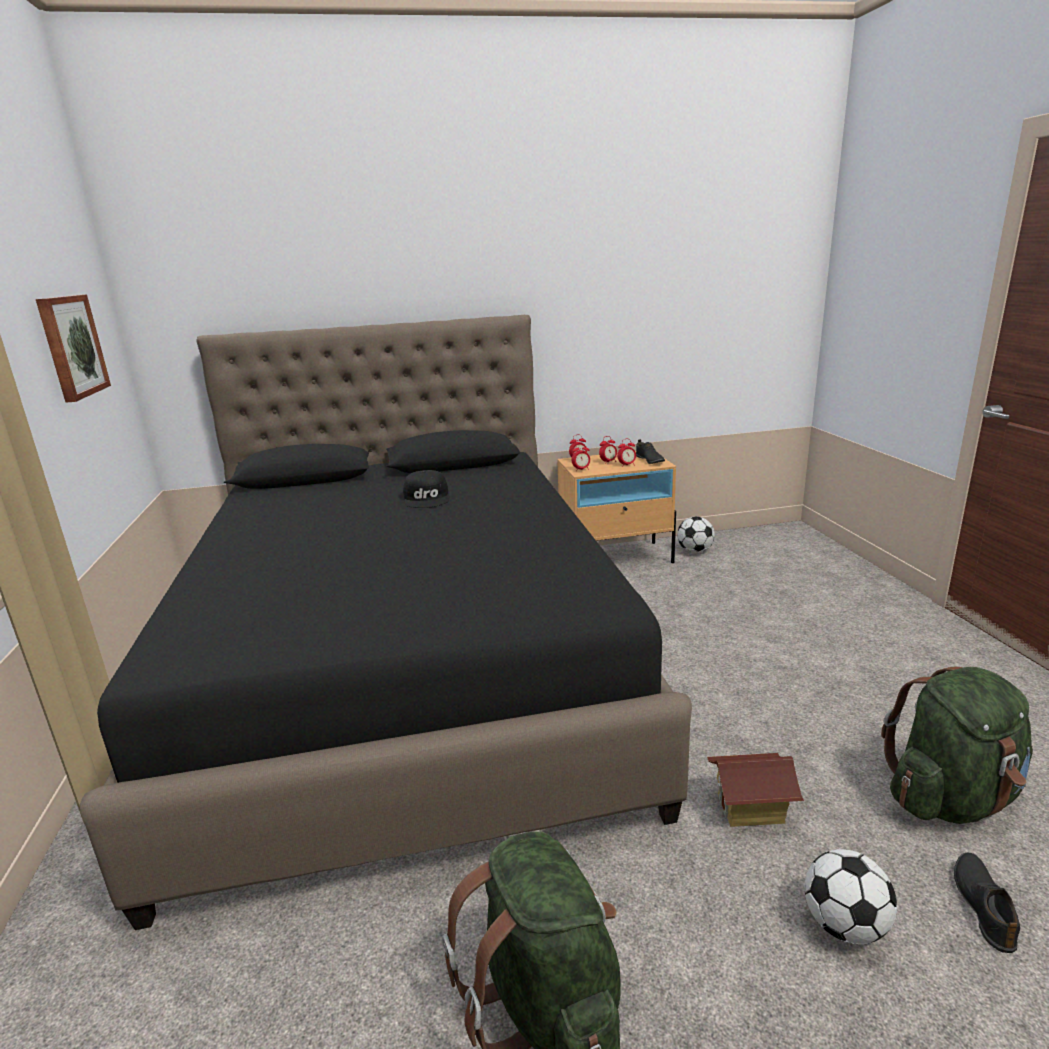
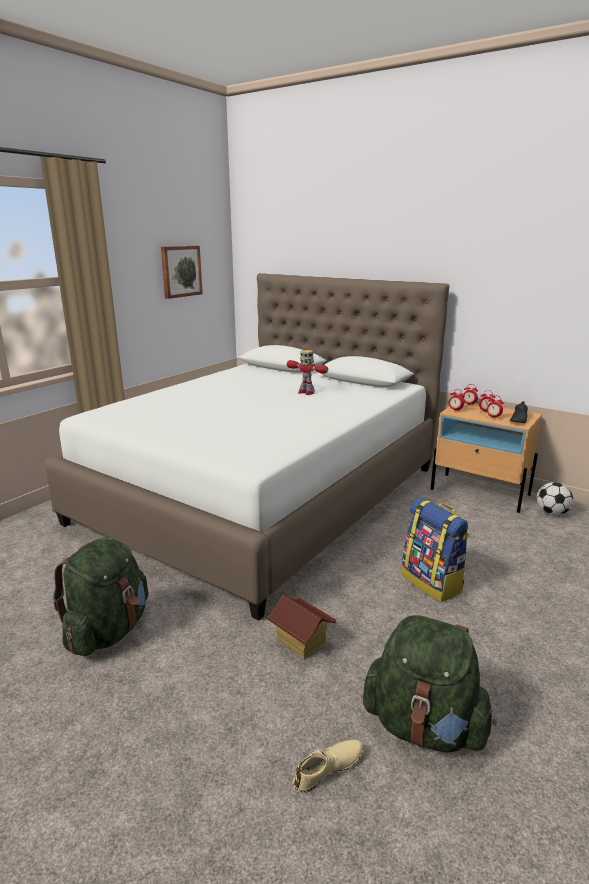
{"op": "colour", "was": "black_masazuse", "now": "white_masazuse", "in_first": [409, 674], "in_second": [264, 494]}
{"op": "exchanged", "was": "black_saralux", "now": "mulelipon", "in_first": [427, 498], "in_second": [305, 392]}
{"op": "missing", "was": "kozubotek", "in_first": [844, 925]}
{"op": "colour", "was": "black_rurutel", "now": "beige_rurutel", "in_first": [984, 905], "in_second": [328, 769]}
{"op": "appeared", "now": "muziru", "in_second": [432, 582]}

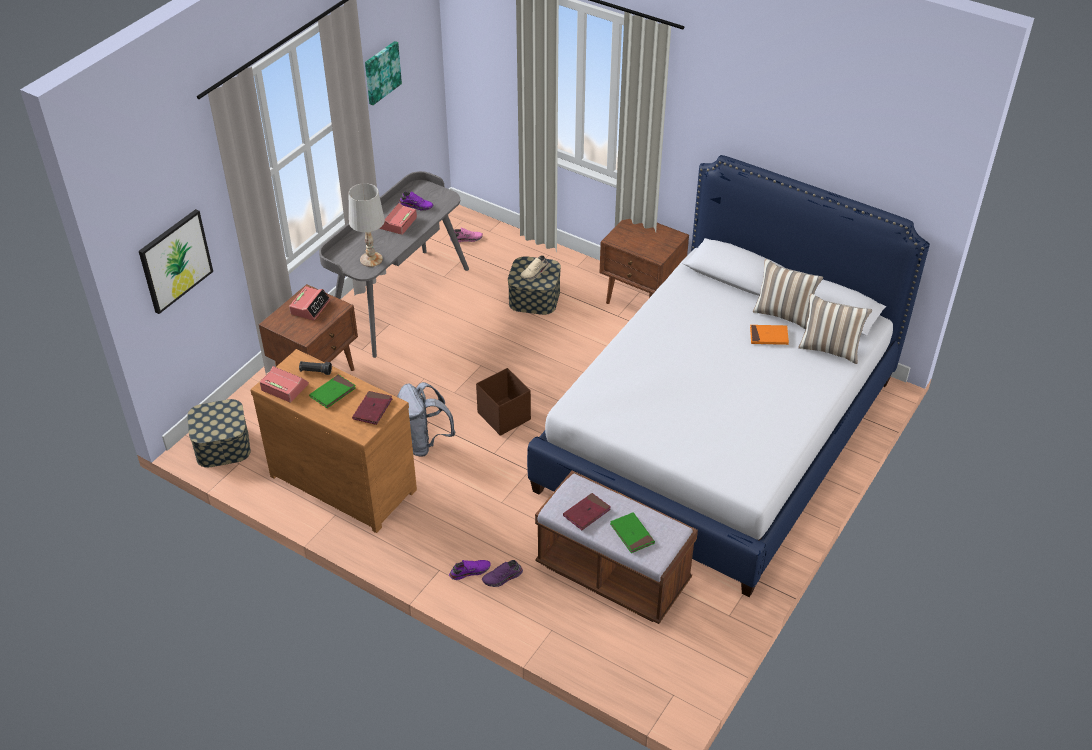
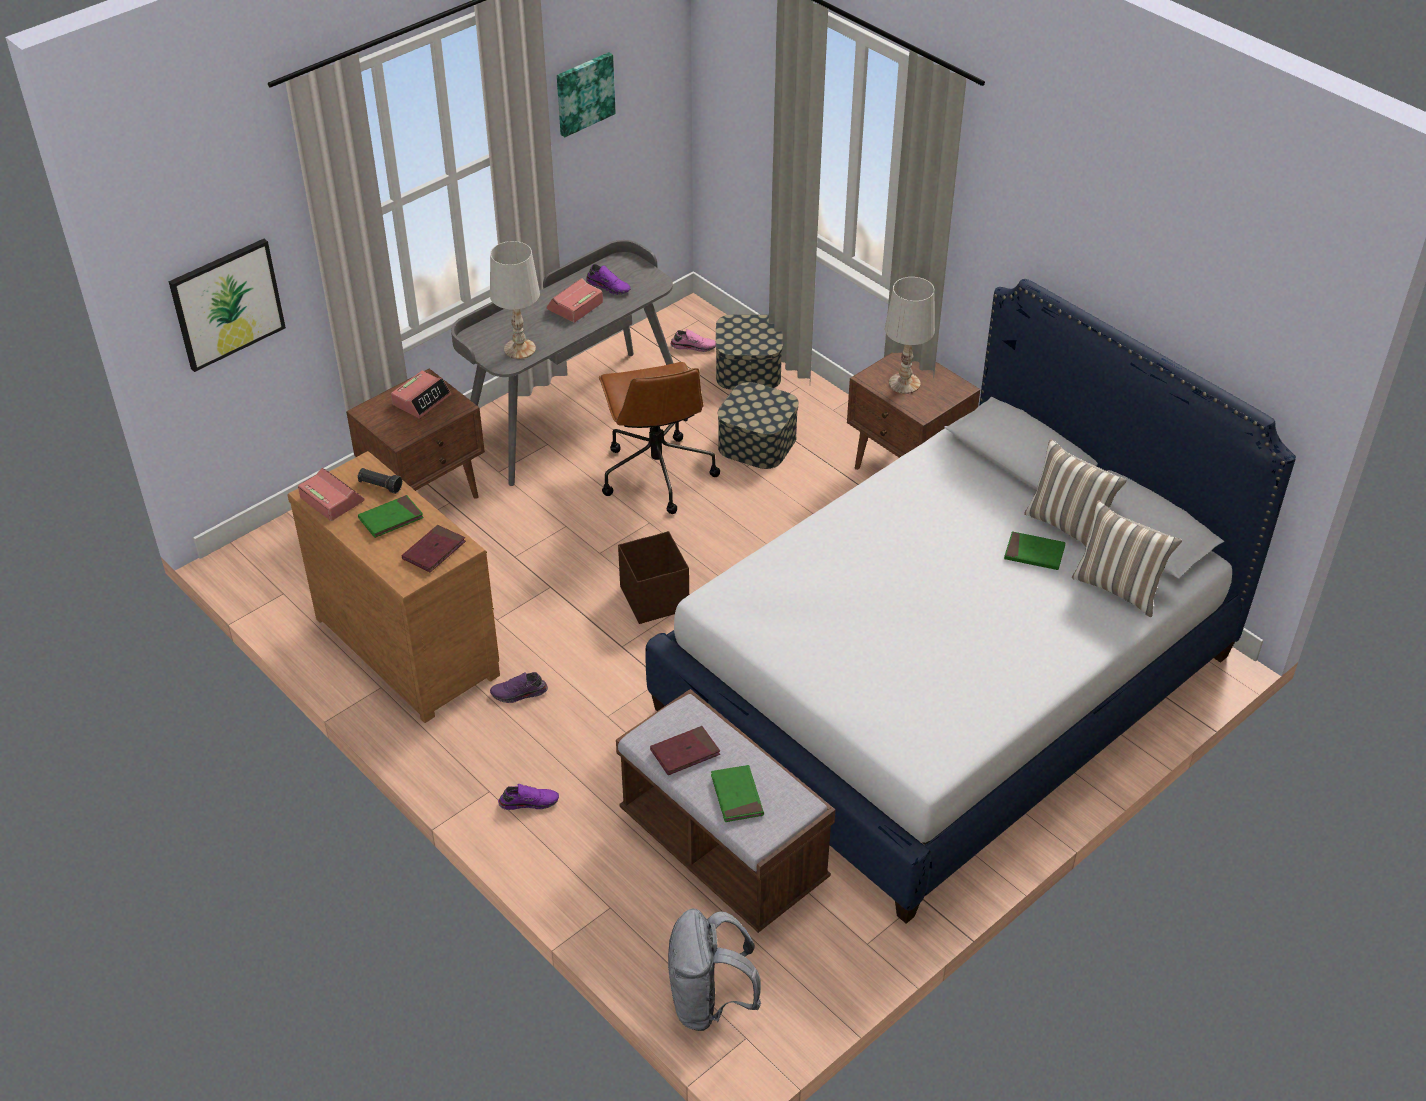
{"op": "missing", "was": "beige_rurutel", "in_first": [535, 273]}
{"op": "colour", "was": "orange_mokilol", "now": "green_mokilol", "in_first": [768, 336], "in_second": [1034, 553]}
{"op": "relocated", "was": "grey_muziru", "in_first": [424, 442], "in_second": [709, 1002]}
{"op": "relocated", "was": "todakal", "in_first": [222, 445], "in_second": [748, 369]}
{"op": "relocated", "was": "purple_rurutel", "in_first": [502, 578], "in_second": [519, 694]}
{"op": "appeared", "now": "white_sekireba", "in_second": [904, 383]}
{"op": "appeared", "now": "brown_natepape", "in_second": [656, 473]}

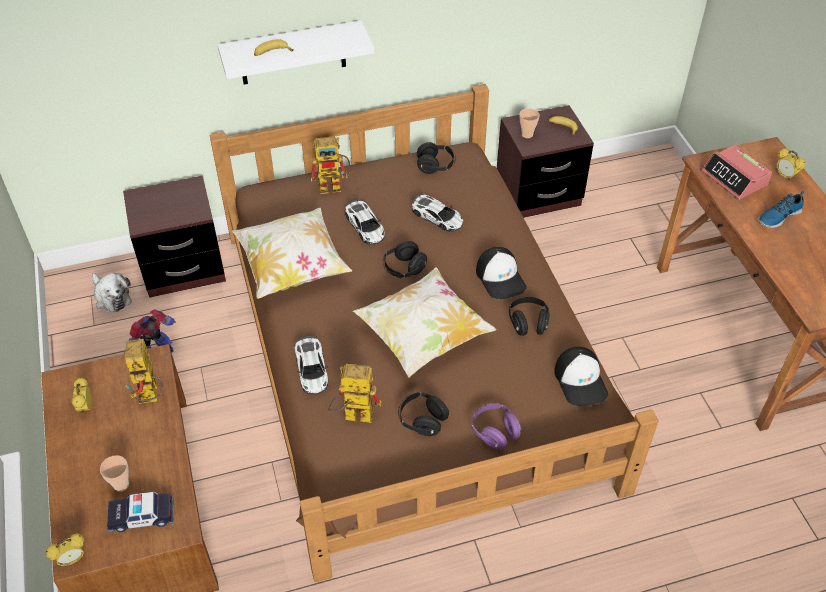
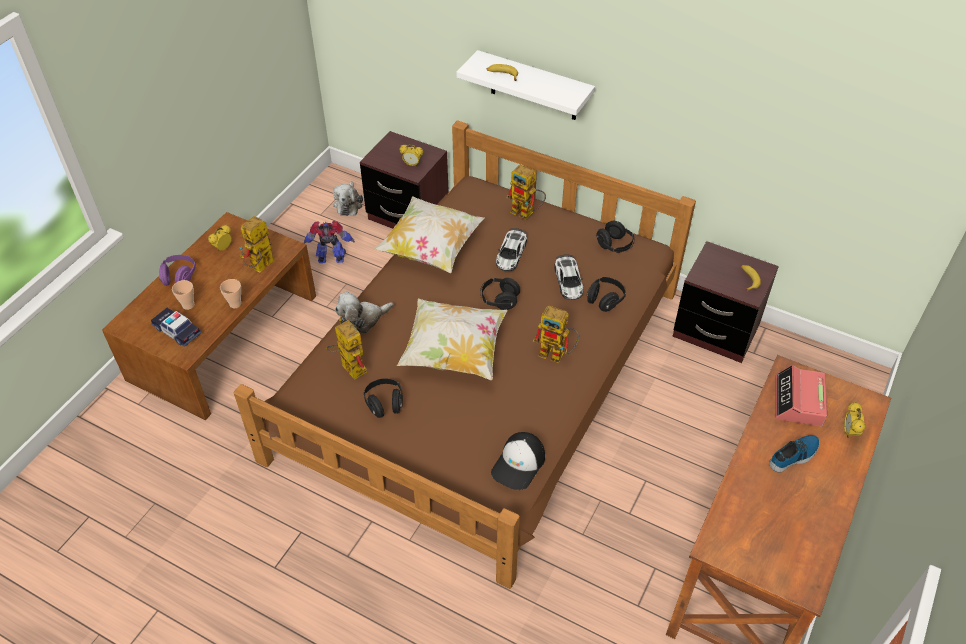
{"op": "relocated", "was": "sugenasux", "in_first": [527, 134], "in_second": [235, 304]}
{"op": "spun", "was": "rurutel", "in_first": [778, 216], "in_second": [794, 456], "clockwise": 135}
{"op": "exchanged", "was": "saralux", "now": "mulelipon", "in_first": [501, 278], "in_second": [557, 354]}
{"op": "relocated", "was": "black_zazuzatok", "in_first": [528, 323], "in_second": [605, 300]}
{"op": "exchanged", "was": "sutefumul", "now": "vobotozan", "in_first": [311, 369], "in_second": [362, 320]}
{"op": "relocated", "was": "purple_zazuzatok", "in_first": [494, 432], "in_second": [179, 277]}
{"op": "relocated", "was": "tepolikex", "in_first": [72, 559], "in_second": [412, 164]}

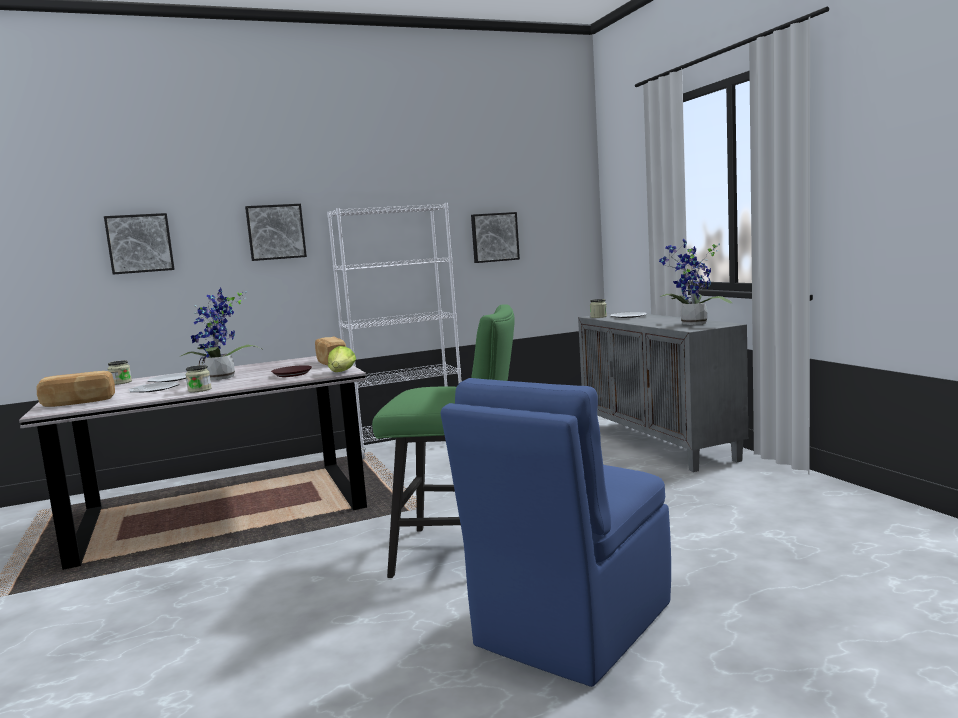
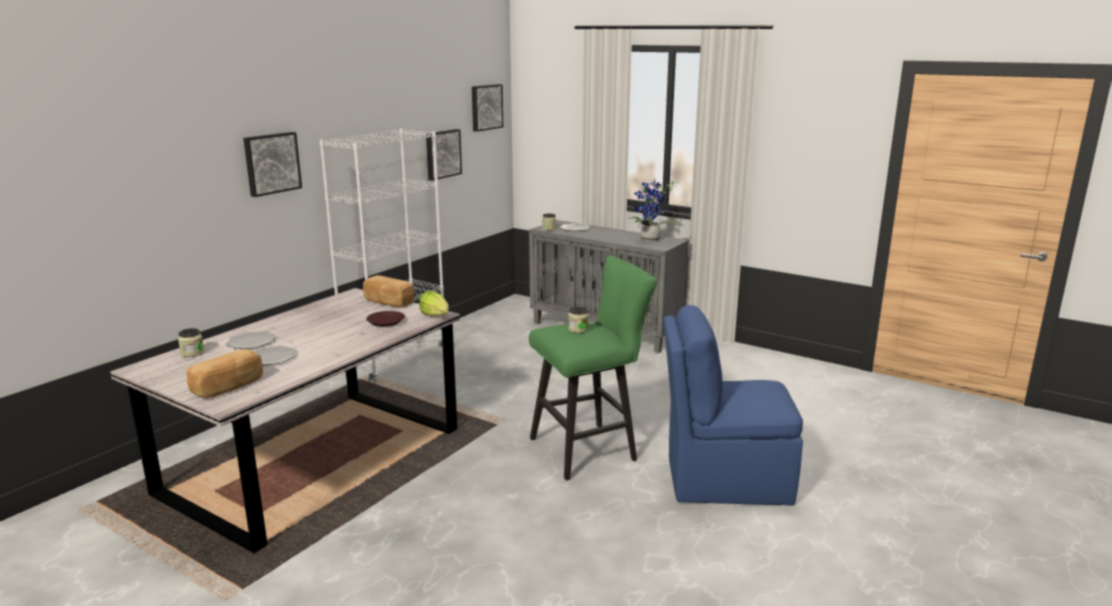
{"op": "relocated", "was": "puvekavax", "in_first": [140, 243], "in_second": [485, 107]}
{"op": "missing", "was": "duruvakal", "in_first": [222, 378]}
{"op": "relocated", "was": "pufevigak", "in_first": [199, 390], "in_second": [578, 329]}
{"op": "spun", "was": "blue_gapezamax", "in_first": [571, 626], "in_second": [724, 480], "clockwise": 90}

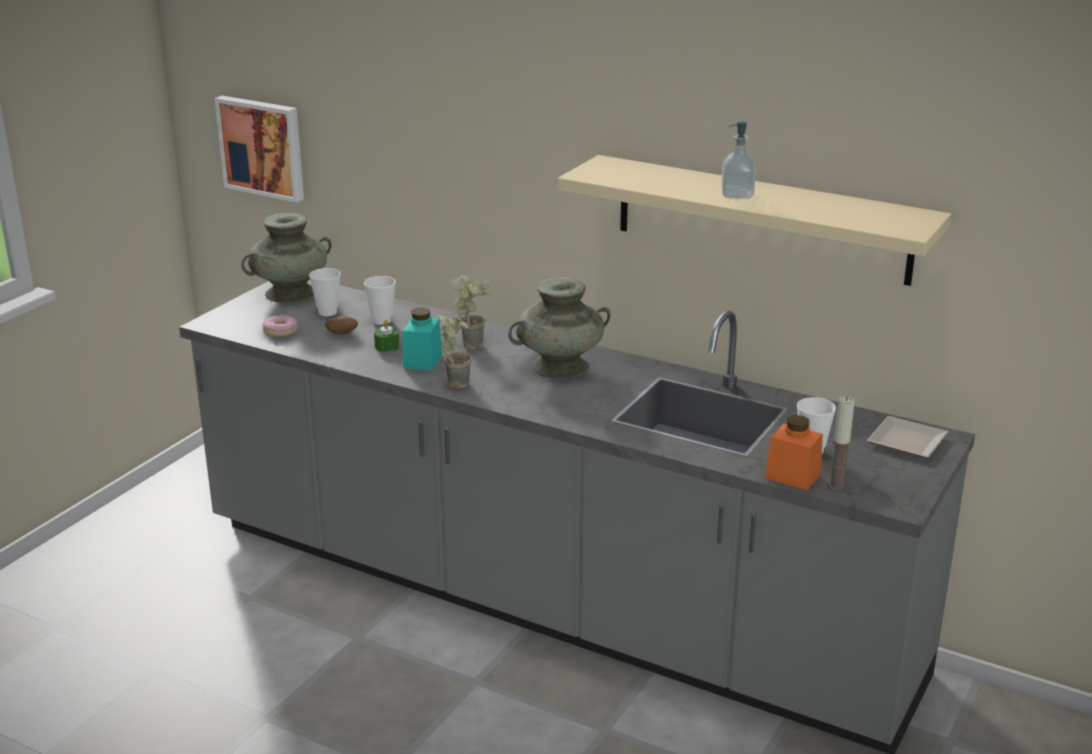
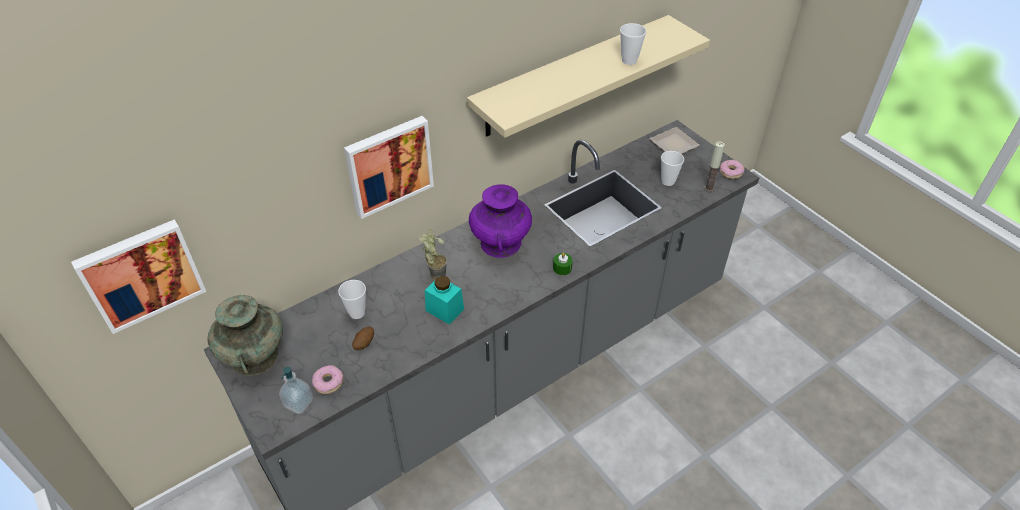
{"op": "relocated", "was": "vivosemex", "in_first": [737, 195], "in_second": [298, 403]}
{"op": "relocated", "was": "sugenasux", "in_first": [327, 312], "in_second": [629, 60]}
{"op": "colour", "was": "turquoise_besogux", "now": "purple_besogux", "in_first": [559, 366], "in_second": [500, 243]}
{"op": "missing", "was": "duruvakal", "in_first": [455, 382]}
{"op": "relocated", "was": "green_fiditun", "in_first": [387, 346], "in_second": [562, 268]}
{"op": "missing", "was": "orange_pufevigak", "in_first": [793, 476]}
{"op": "appeared", "now": "puvekavax", "in_second": [388, 165]}
{"op": "appeared", "now": "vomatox", "in_second": [731, 172]}

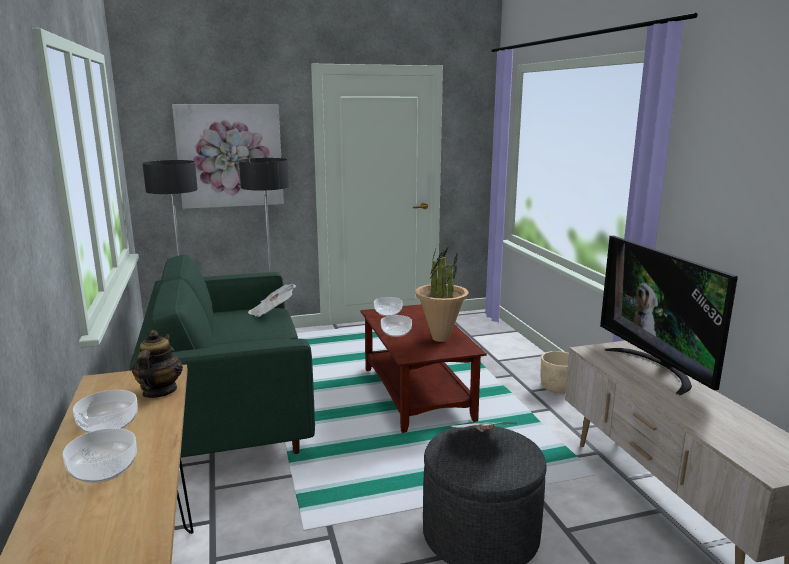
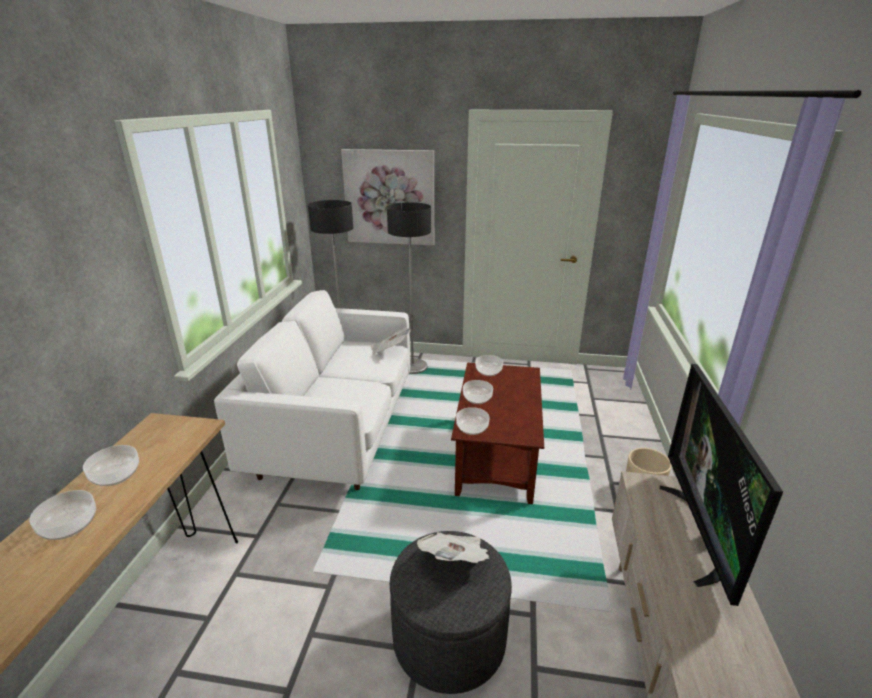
{"op": "missing", "was": "duruvakal", "in_first": [440, 338]}
{"op": "colour", "was": "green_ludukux", "now": "white_ludukux", "in_first": [232, 411], "in_second": [337, 430]}
{"op": "missing", "was": "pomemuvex", "in_first": [159, 391]}
{"op": "appeared", "now": "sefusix", "in_second": [472, 428]}

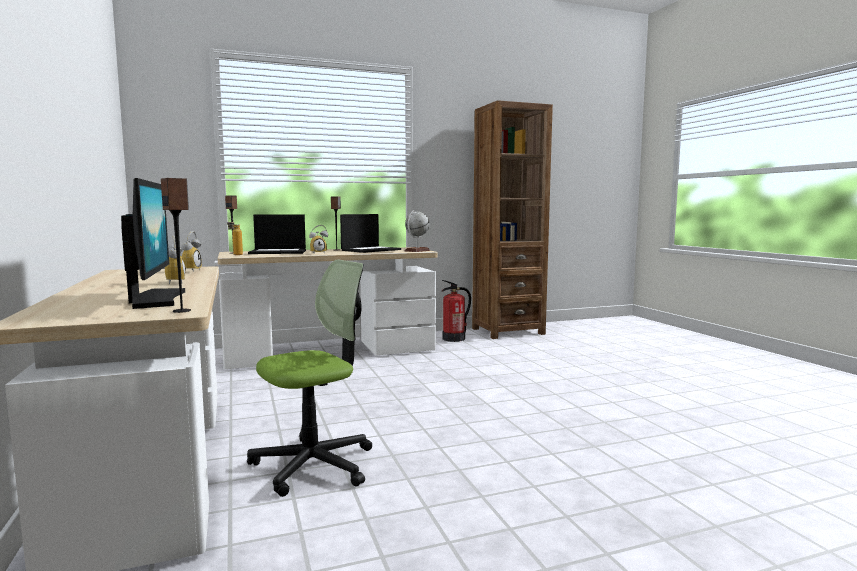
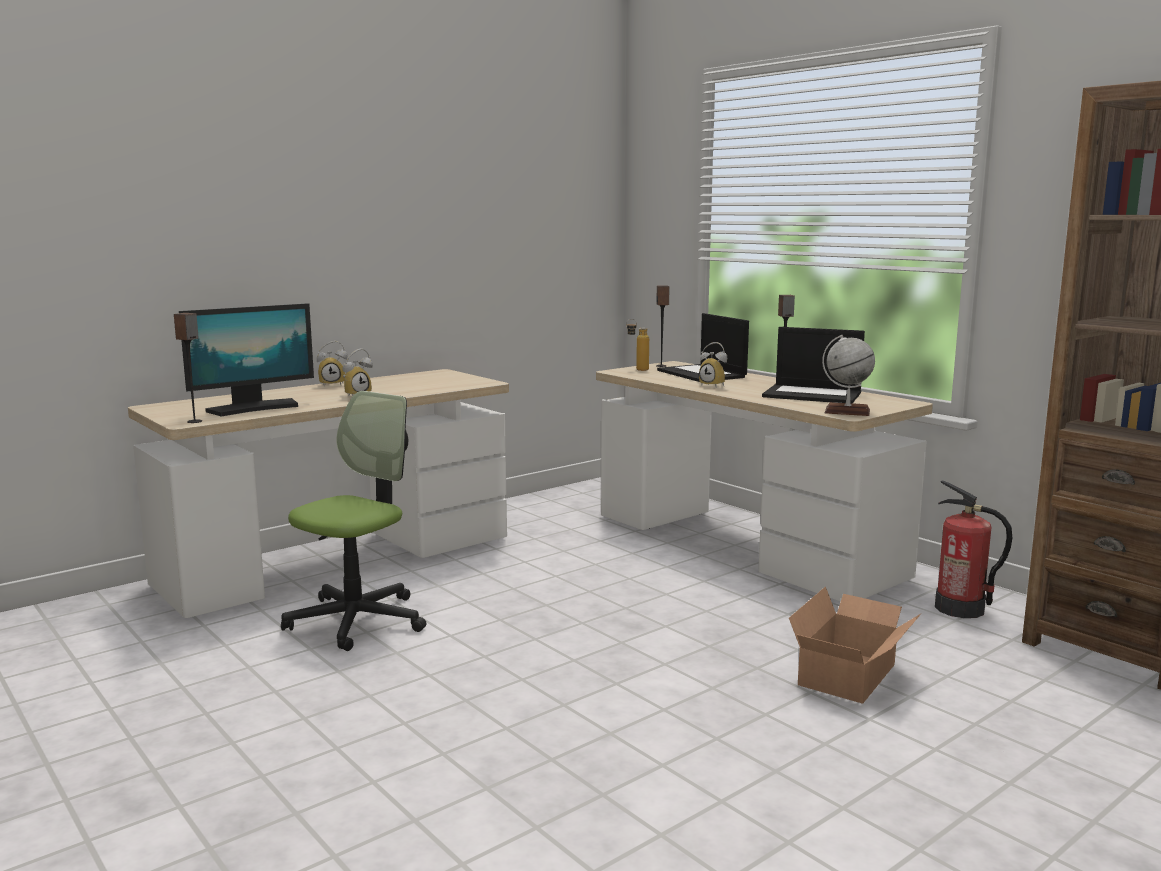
{"op": "relocated", "was": "tepolikex", "in_first": [189, 271], "in_second": [333, 384]}
{"op": "spun", "was": "natepape", "in_first": [314, 465], "in_second": [357, 620], "clockwise": -90}
{"op": "appeared", "now": "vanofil", "in_second": [852, 675]}

